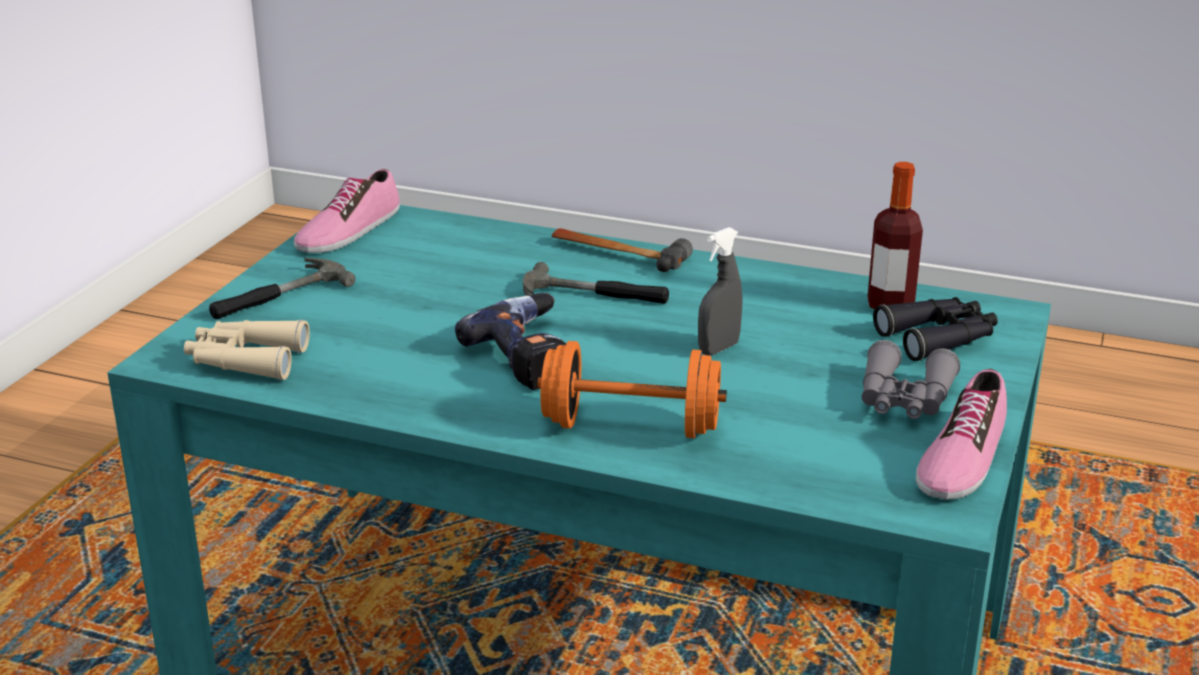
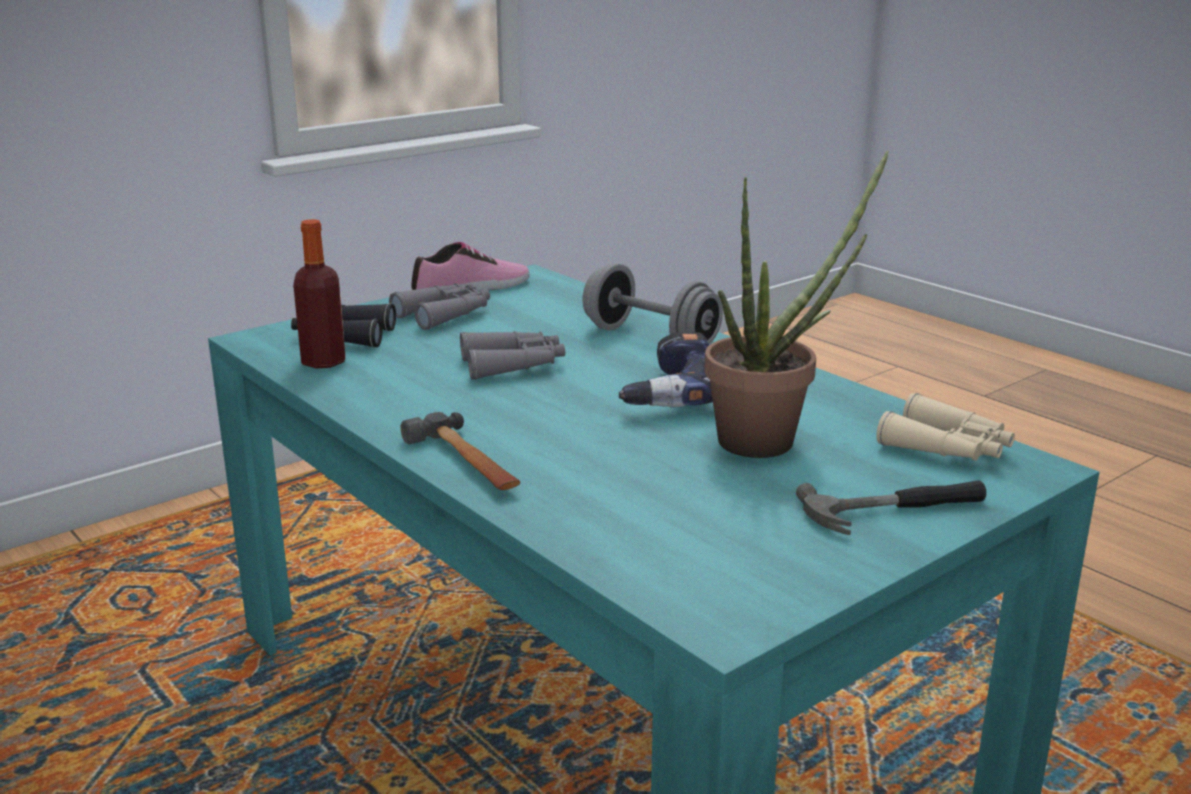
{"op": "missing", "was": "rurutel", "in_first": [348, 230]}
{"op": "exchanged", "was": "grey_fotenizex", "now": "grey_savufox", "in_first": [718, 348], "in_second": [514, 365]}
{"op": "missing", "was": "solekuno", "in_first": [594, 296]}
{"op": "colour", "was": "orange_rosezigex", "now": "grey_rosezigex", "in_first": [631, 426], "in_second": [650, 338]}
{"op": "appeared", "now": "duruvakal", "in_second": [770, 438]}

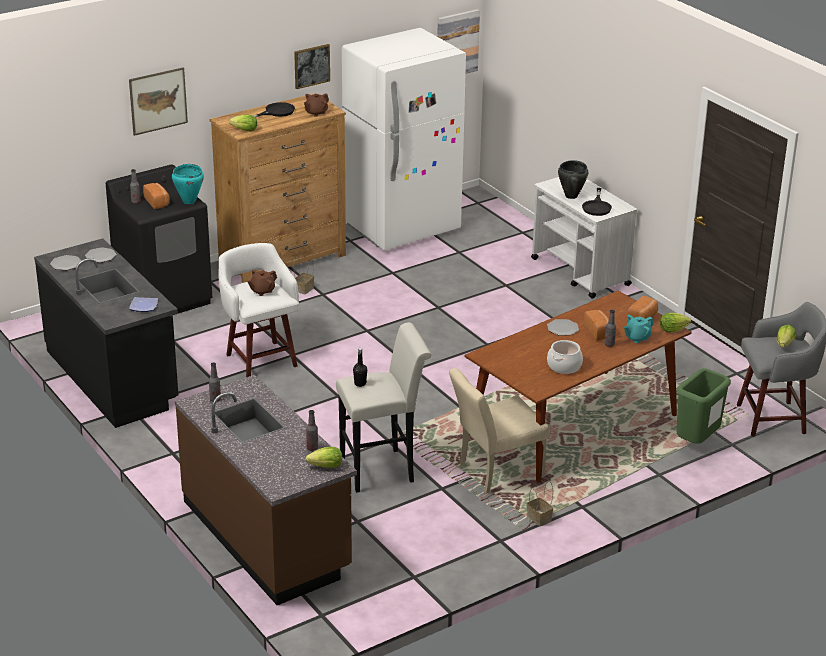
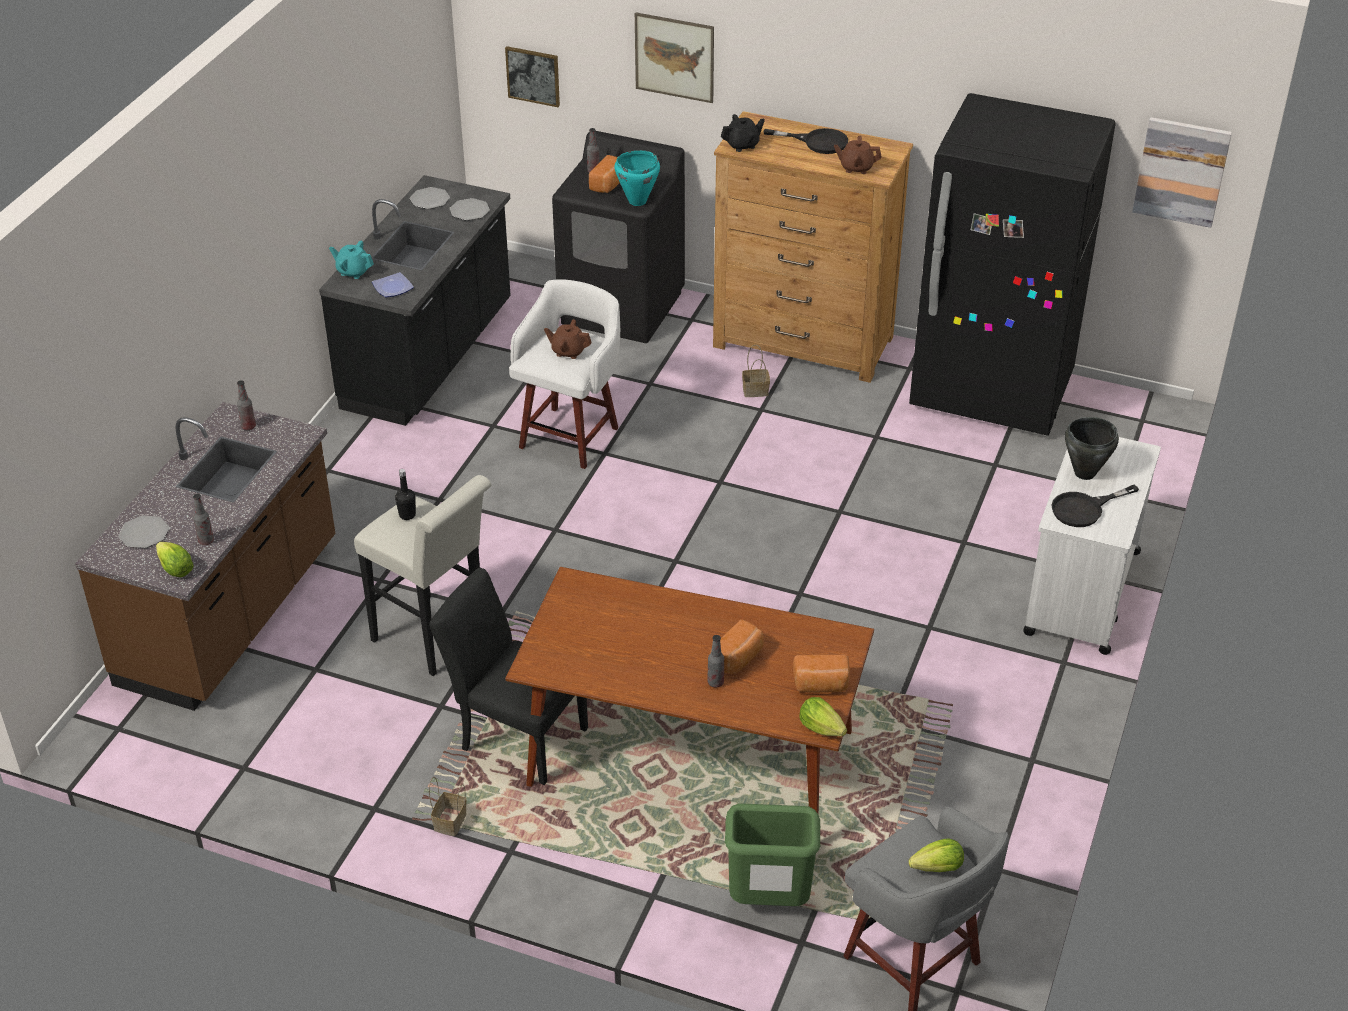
{"op": "colour", "was": "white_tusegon", "now": "black_tusegon", "in_first": [402, 228], "in_second": [991, 393]}
{"op": "relocated", "was": "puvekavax", "in_first": [311, 66], "in_second": [533, 76]}
{"op": "exchanged", "was": "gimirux", "now": "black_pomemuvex", "in_first": [245, 130], "in_second": [742, 145]}
{"op": "relocated", "was": "turquoise_pomemuvex", "in_first": [637, 338], "in_second": [353, 271]}
{"op": "relocated", "was": "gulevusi", "in_first": [562, 328], "in_second": [144, 533]}
{"op": "missing", "was": "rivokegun", "in_first": [564, 366]}
{"op": "colour", "was": "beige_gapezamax", "now": "black_gapezamax", "in_first": [494, 472], "in_second": [516, 735]}

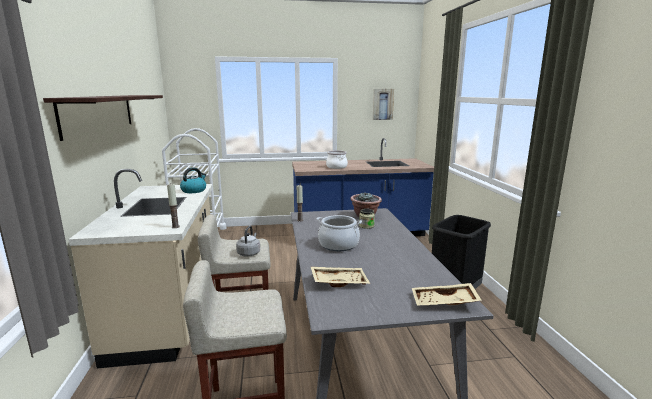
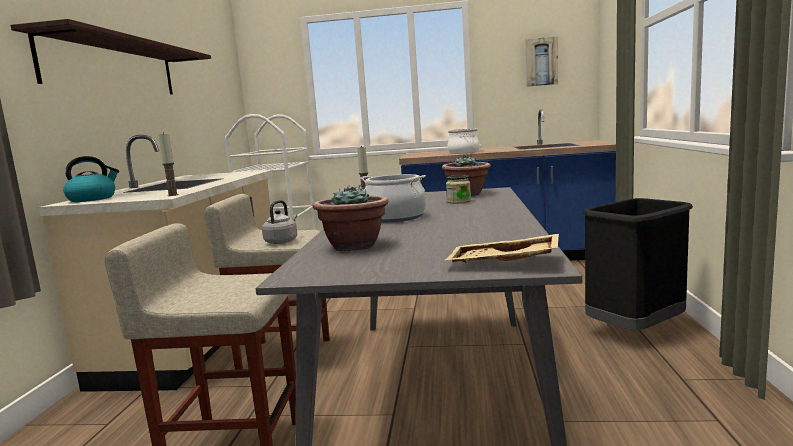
{"op": "relocated", "was": "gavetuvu", "in_first": [194, 190], "in_second": [93, 199]}
{"op": "exchanged", "was": "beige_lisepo", "now": "duruvakal", "in_first": [339, 281], "in_second": [354, 246]}

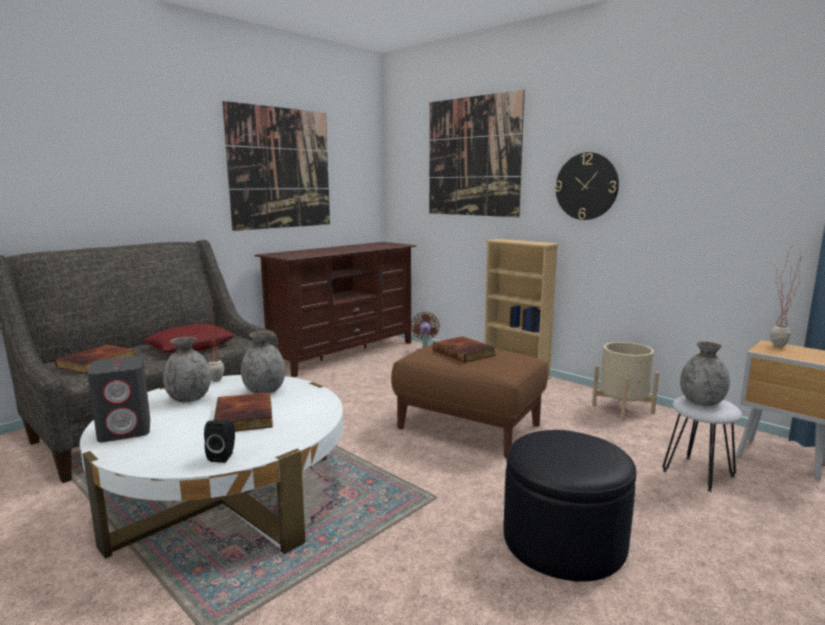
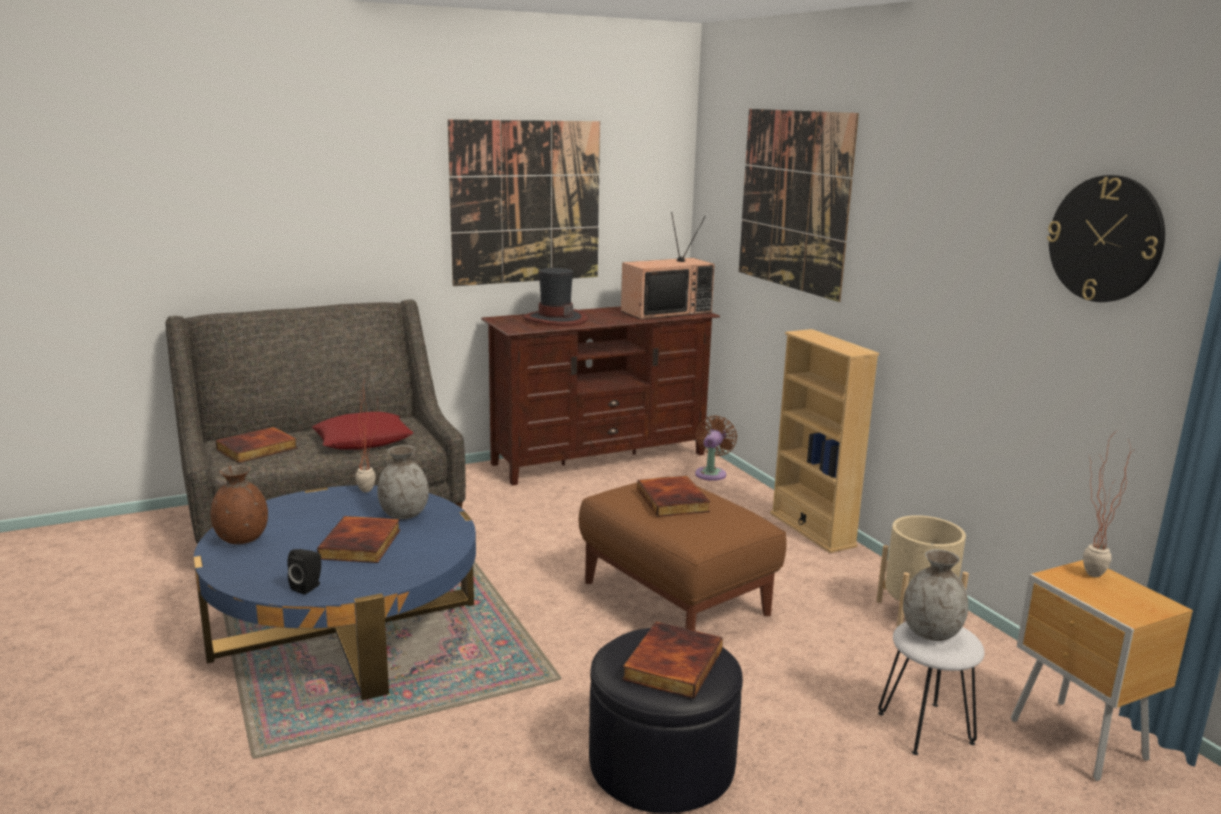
{"op": "relocated", "was": "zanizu", "in_first": [586, 186], "in_second": [1105, 239]}
{"op": "missing", "was": "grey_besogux", "in_first": [188, 399]}
{"op": "exchanged", "was": "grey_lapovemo", "now": "brown_besogux", "in_first": [125, 430], "in_second": [242, 539]}
{"op": "colour", "was": "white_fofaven", "now": "blue_fofaven", "in_first": [227, 498], "in_second": [346, 627]}
{"op": "appeared", "now": "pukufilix", "in_second": [666, 311]}
{"op": "appeared", "now": "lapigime", "in_second": [555, 319]}
{"op": "appeared", "now": "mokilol", "in_second": [671, 663]}

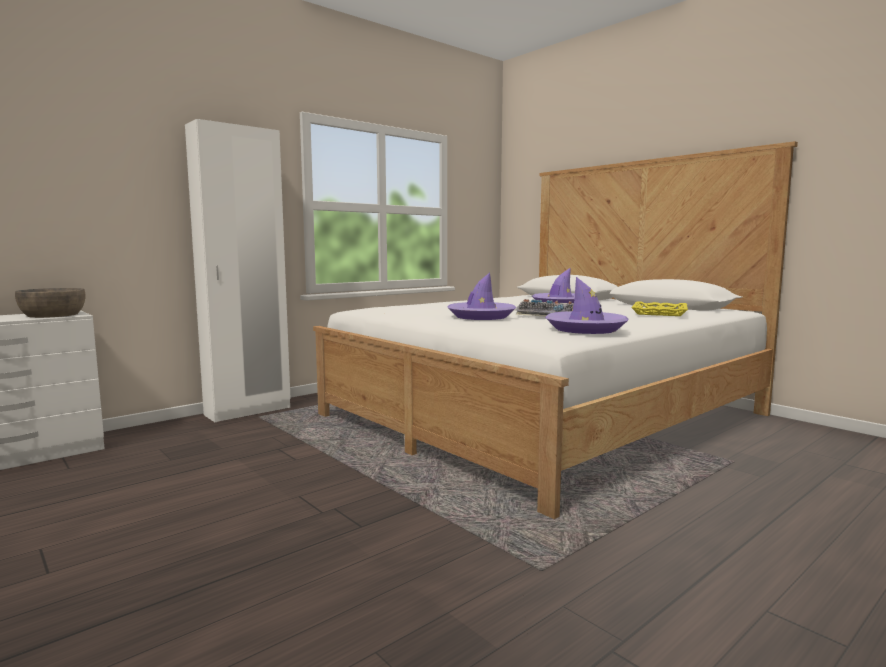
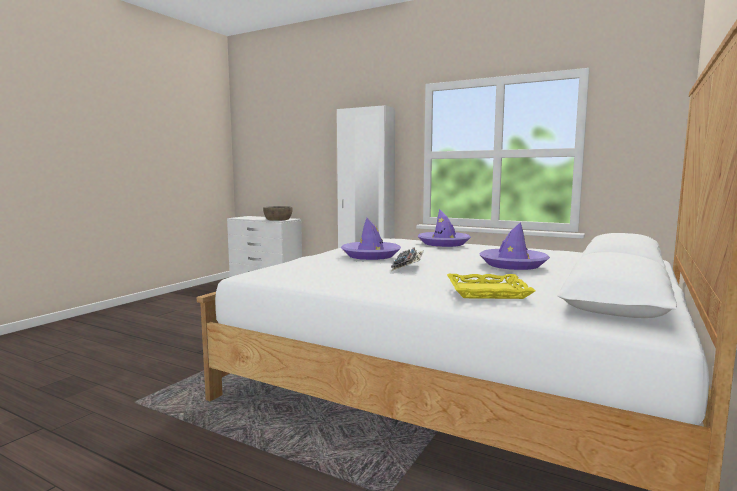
{"op": "relocated", "was": "purple_lapigime", "in_first": [585, 329], "in_second": [443, 243]}

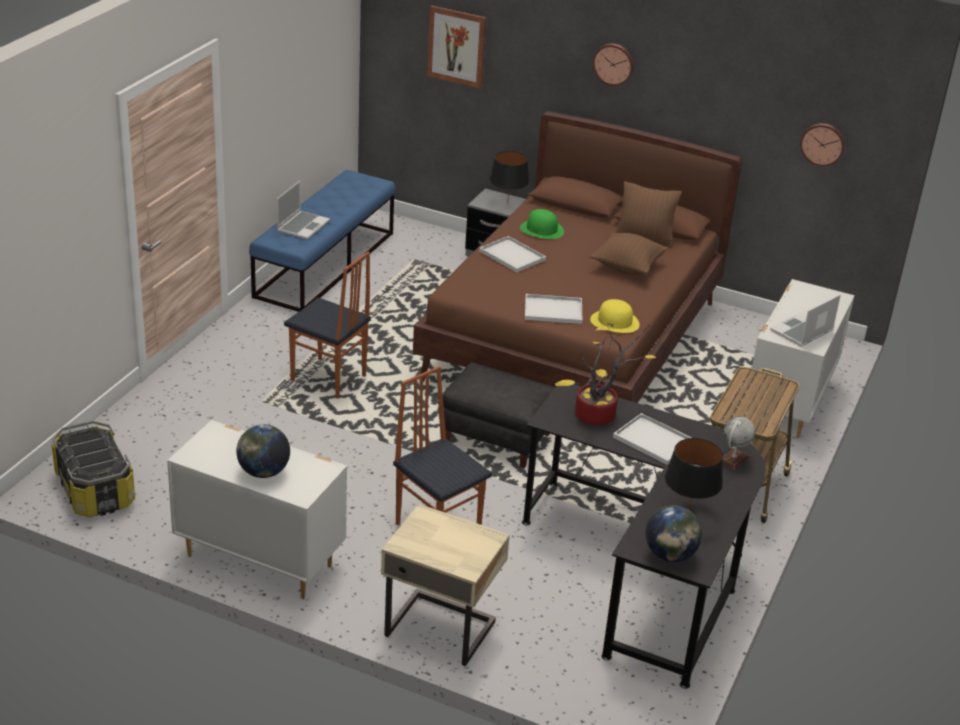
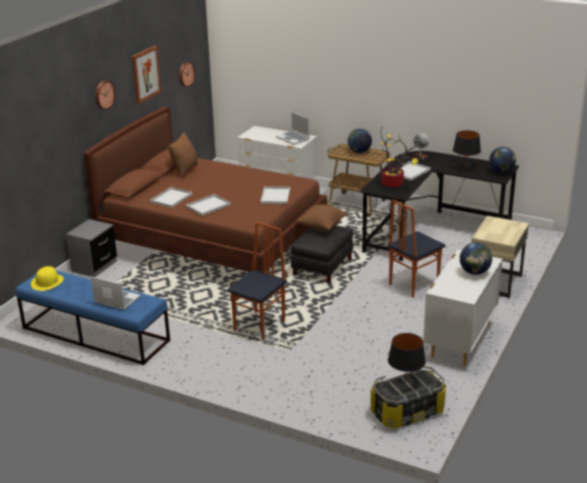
{"op": "relocated", "was": "puvekavax", "in_first": [457, 46], "in_second": [145, 74]}
{"op": "relocated", "was": "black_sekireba", "in_first": [507, 204], "in_second": [405, 380]}
{"op": "exchanged", "was": "green_lapigime", "now": "white_lisepo", "in_first": [542, 230], "in_second": [171, 198]}
{"op": "relocated", "was": "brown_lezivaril", "in_first": [627, 267], "in_second": [321, 227]}
{"op": "relocated", "was": "yellow_lapigime", "in_first": [615, 322], "in_second": [47, 282]}
{"op": "appeared", "now": "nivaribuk", "in_second": [359, 152]}

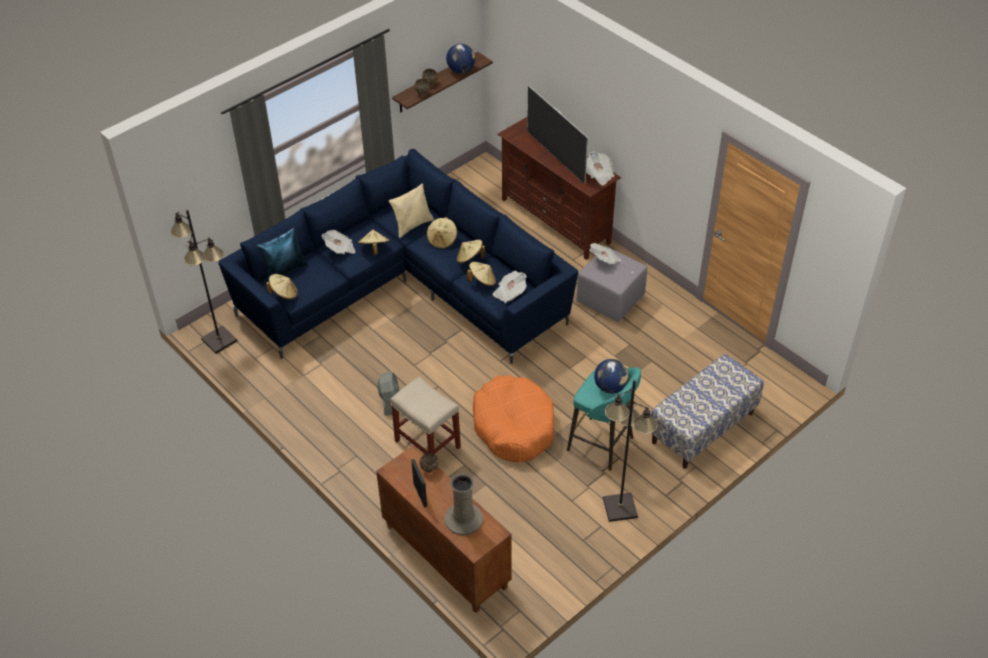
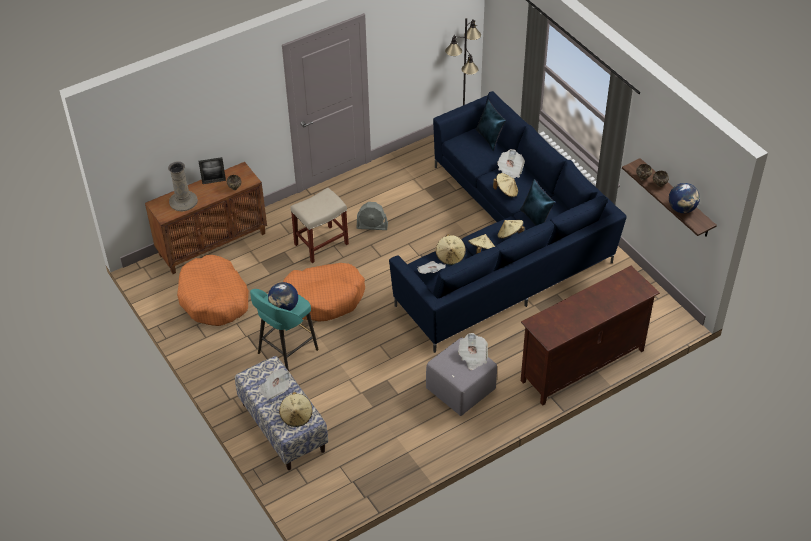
{"op": "missing", "was": "pukufilix", "in_first": [556, 157]}
{"op": "relocated", "was": "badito", "in_first": [599, 175], "in_second": [275, 389]}
{"op": "colour", "was": "beige_lezivaril", "now": "blue_lezivaril", "in_first": [412, 225], "in_second": [536, 219]}
{"op": "relocated", "was": "beige_lapigime", "in_first": [284, 293], "in_second": [296, 416]}
{"op": "missing", "was": "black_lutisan", "in_first": [619, 507]}
{"op": "appeared", "now": "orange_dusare", "in_second": [214, 299]}

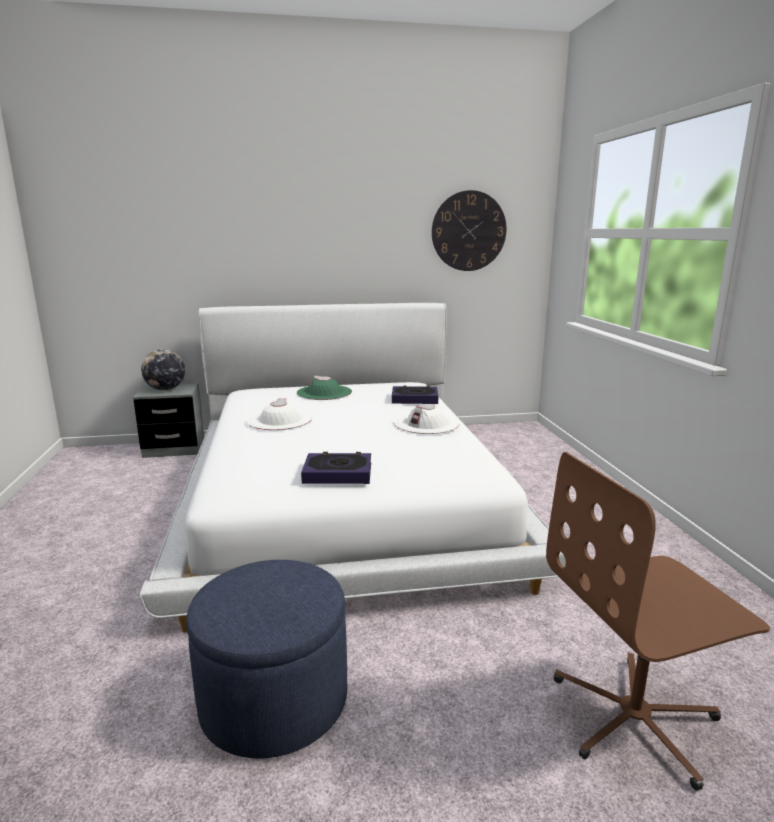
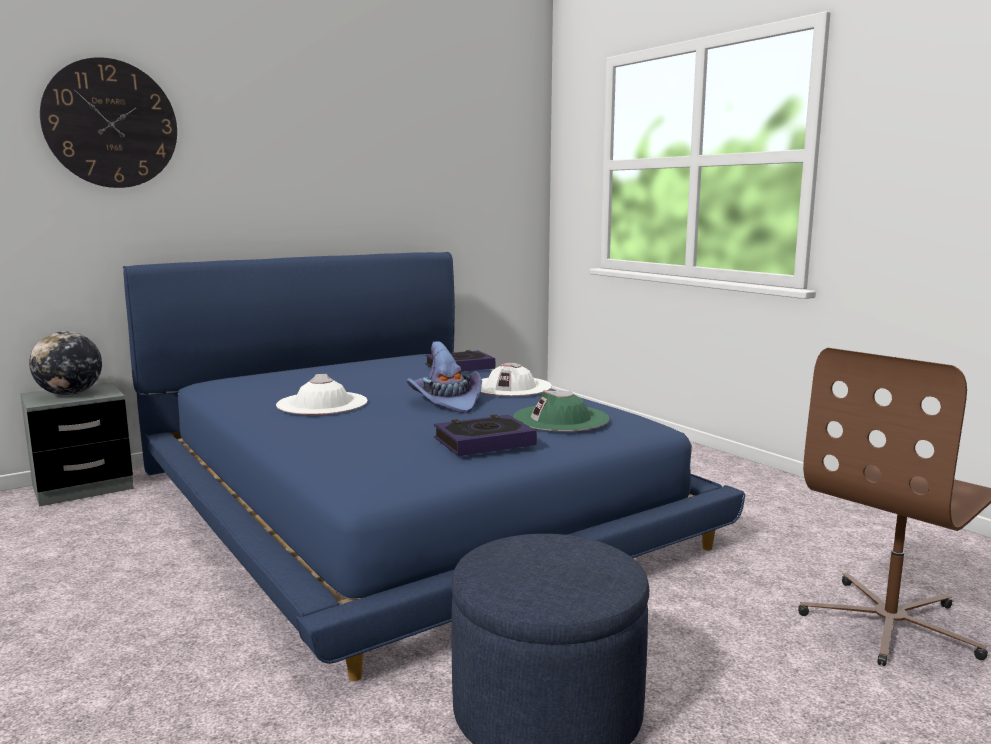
{"op": "relocated", "was": "zanizu", "in_first": [468, 231], "in_second": [111, 124]}
{"op": "colour", "was": "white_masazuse", "now": "blue_masazuse", "in_first": [343, 497], "in_second": [404, 502]}
{"op": "relocated", "was": "green_lapigime", "in_first": [324, 393], "in_second": [561, 418]}
{"op": "appeared", "now": "purple_lapigime", "in_second": [447, 402]}

